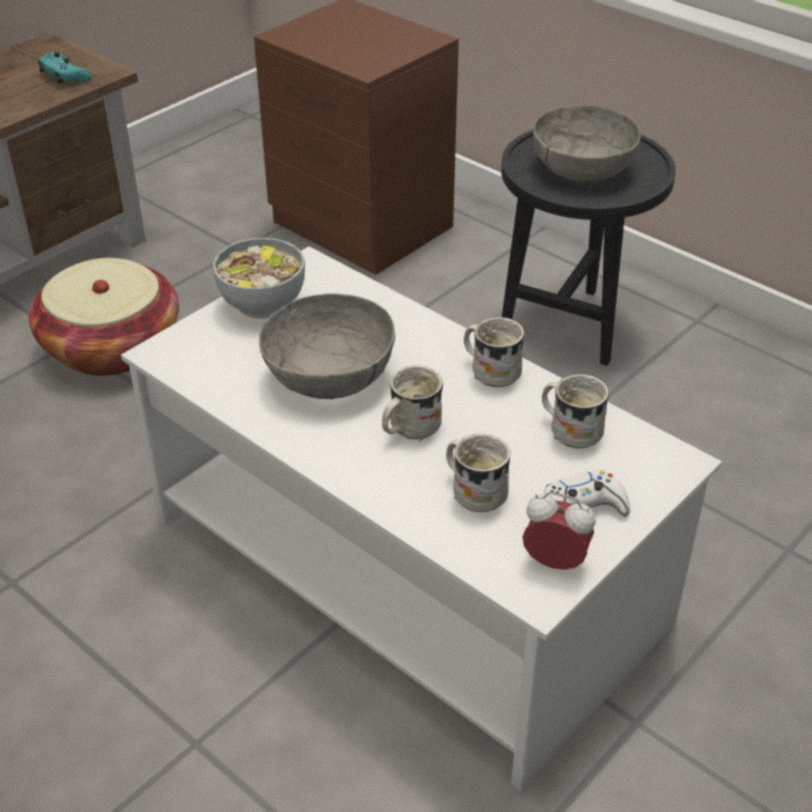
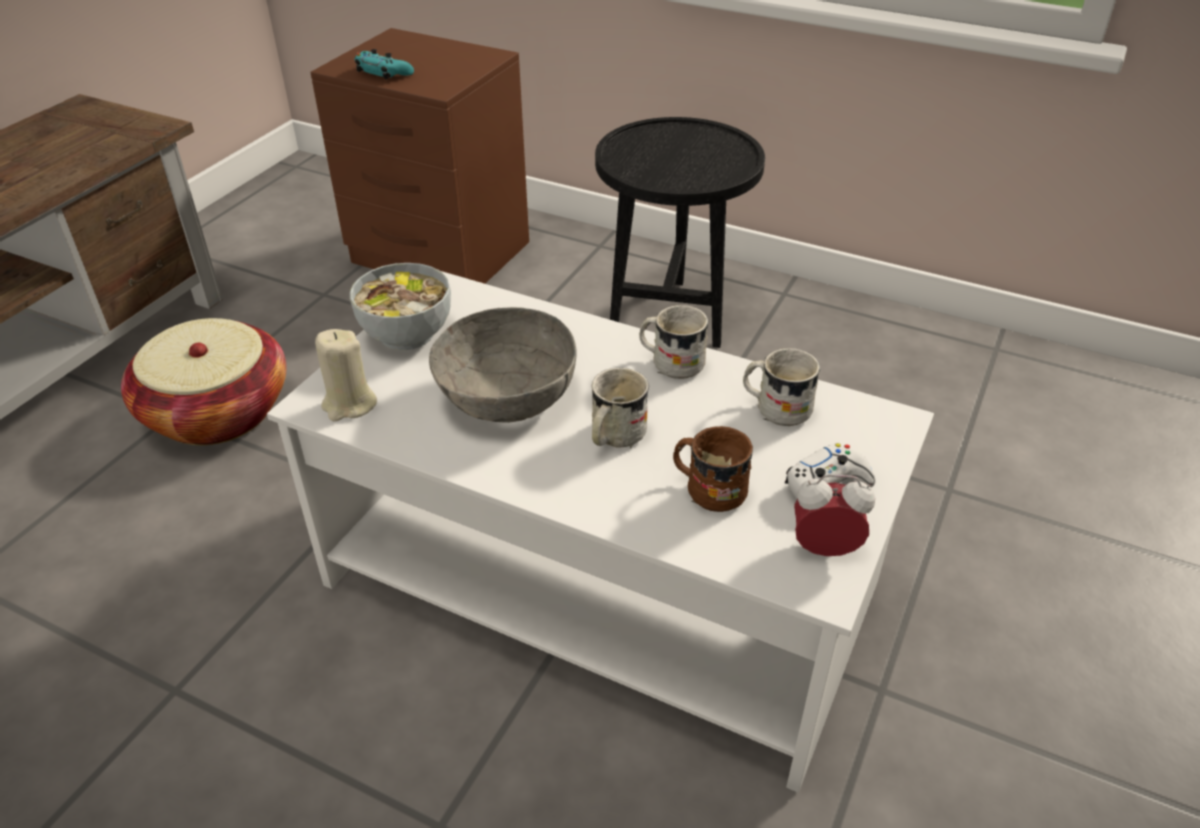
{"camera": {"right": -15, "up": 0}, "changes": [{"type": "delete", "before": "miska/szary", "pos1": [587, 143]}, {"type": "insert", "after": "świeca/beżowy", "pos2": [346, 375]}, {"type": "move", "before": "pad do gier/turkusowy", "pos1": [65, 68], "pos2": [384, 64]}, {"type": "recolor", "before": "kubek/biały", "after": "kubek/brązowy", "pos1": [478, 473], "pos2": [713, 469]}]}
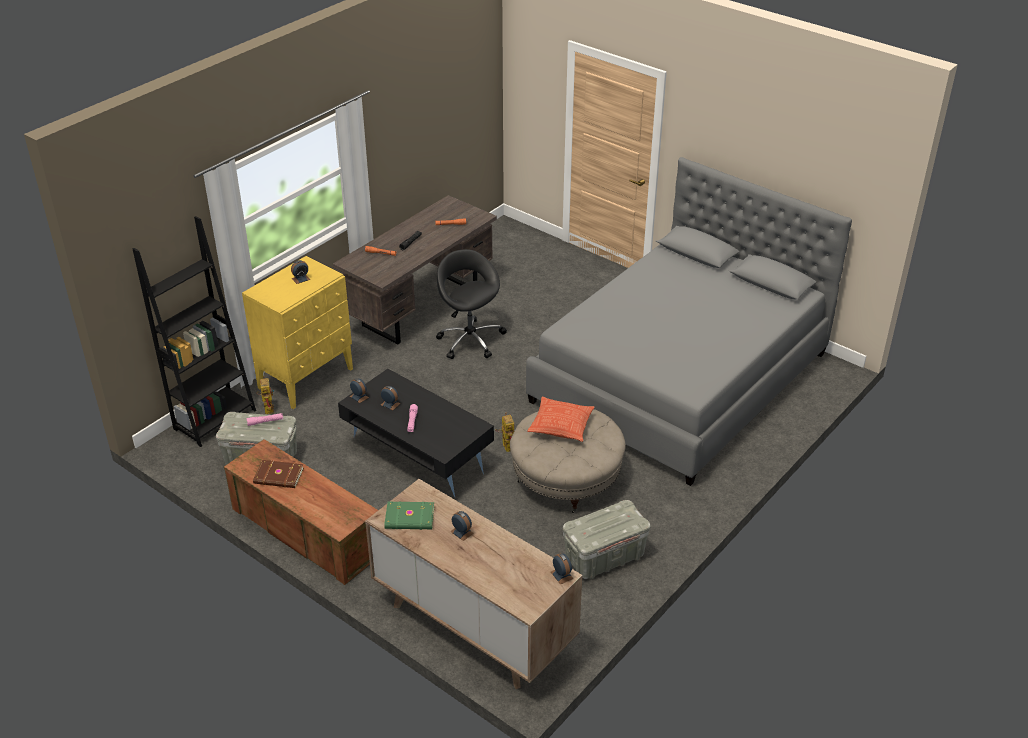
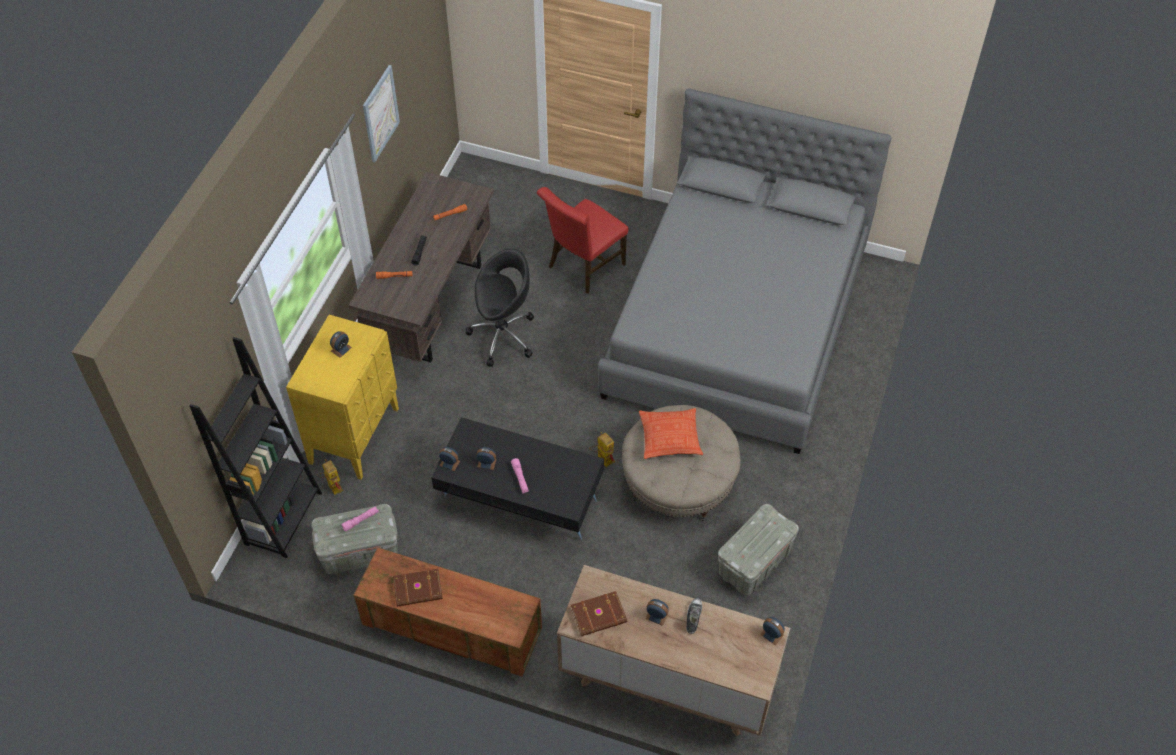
{"camera": {"right": -20, "up": 15}, "changes": [{"type": "insert", "after": "obraz", "pos2": [381, 113]}, {"type": "insert", "after": "krzesło/czerwony", "pos2": [583, 240]}, {"type": "insert", "after": "but", "pos2": [694, 616]}, {"type": "recolor", "before": "książka/zielony", "after": "książka/brązowy", "pos1": [409, 515], "pos2": [599, 613]}, {"type": "rotate", "before": "krzesło biurowe/czarny", "pos1": [471, 304], "pos2": [500, 308], "turn": 150}]}
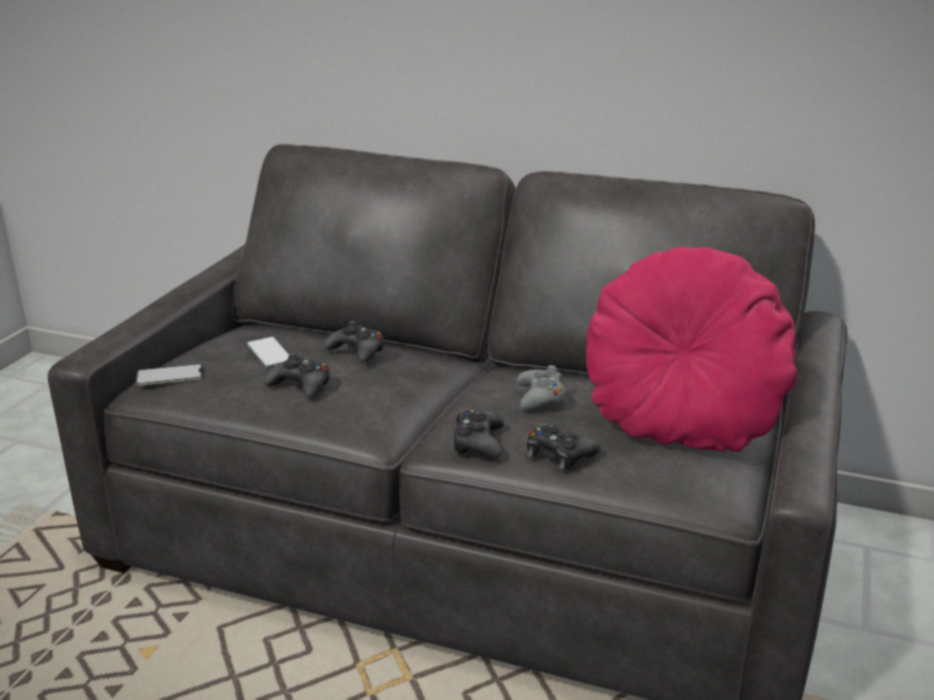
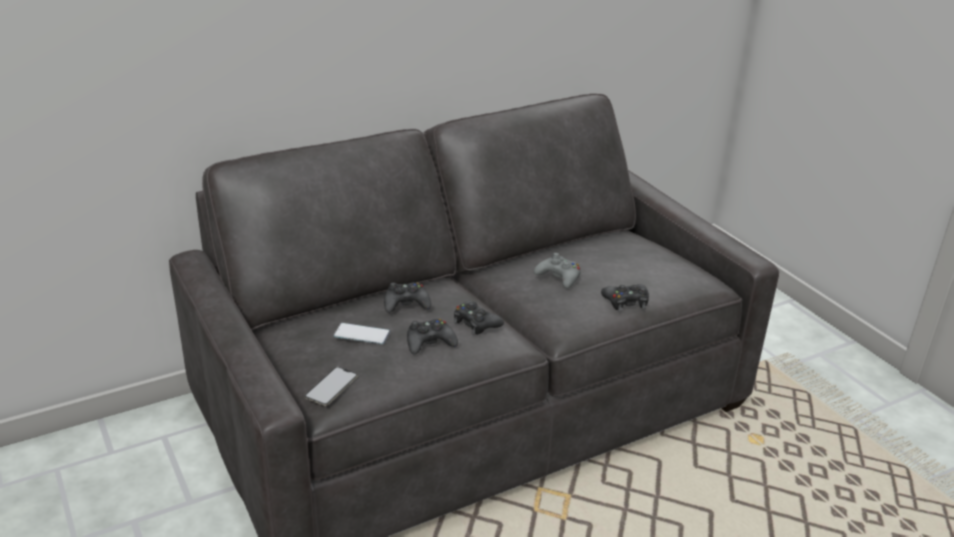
{"camera": {"right": -50, "up": 5}, "changes": [{"type": "delete", "before": "poduszka/różowy", "pos1": [691, 349]}, {"type": "move", "before": "pad do gier/czarny", "pos1": [478, 434], "pos2": [479, 317]}]}
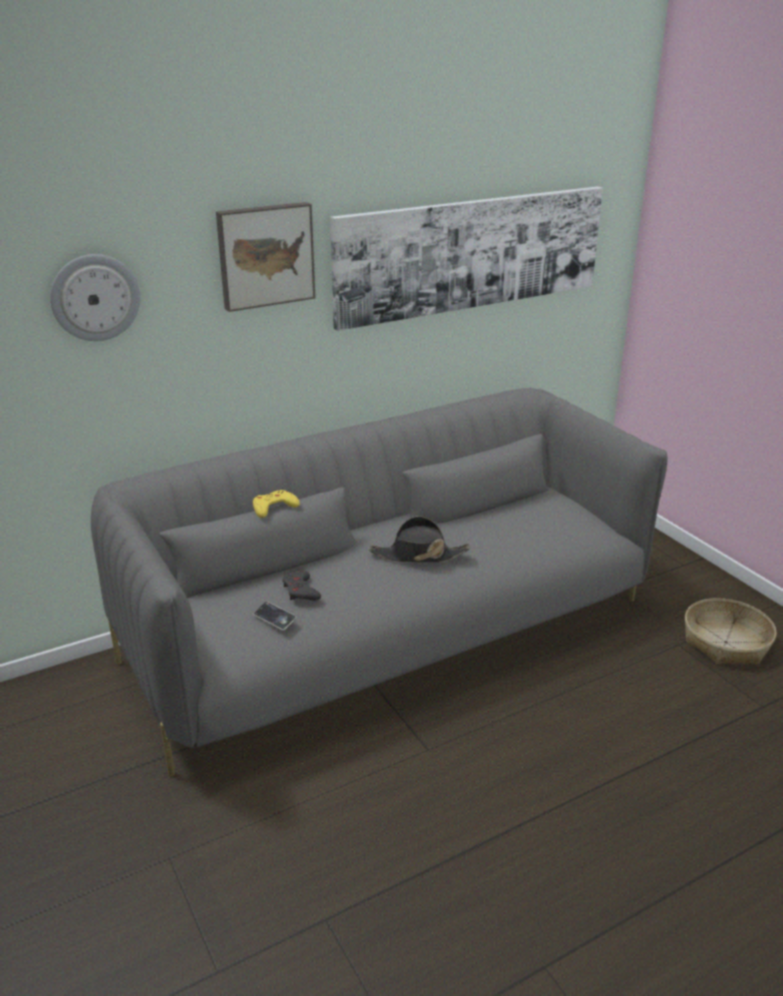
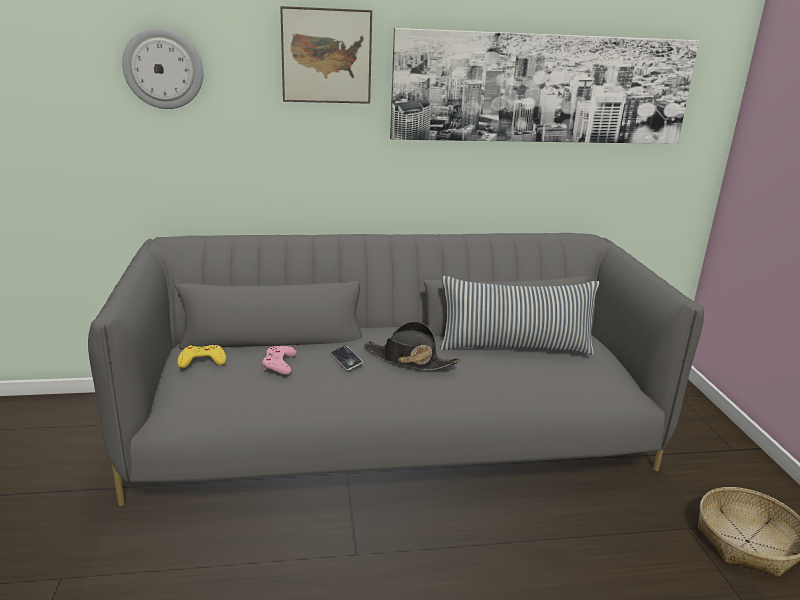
{"camera": {"right": 20, "up": -5}, "changes": [{"type": "insert", "after": "poduszka", "pos2": [519, 315]}, {"type": "move", "before": "pad do gier/żółty", "pos1": [276, 504], "pos2": [201, 356]}, {"type": "move", "before": "telefon", "pos1": [275, 616], "pos2": [346, 358]}, {"type": "recolor", "before": "pad do gier/szary", "after": "pad do gier/różowy", "pos1": [302, 585], "pos2": [279, 360]}]}
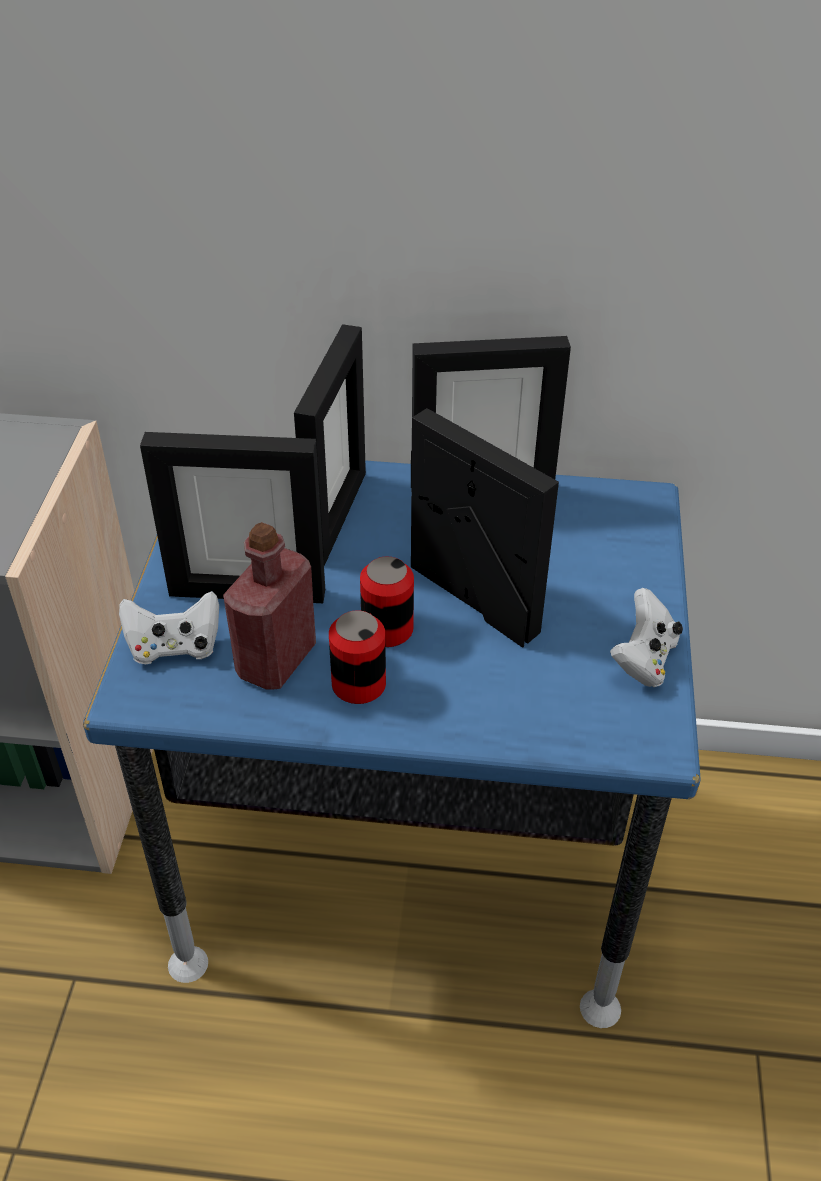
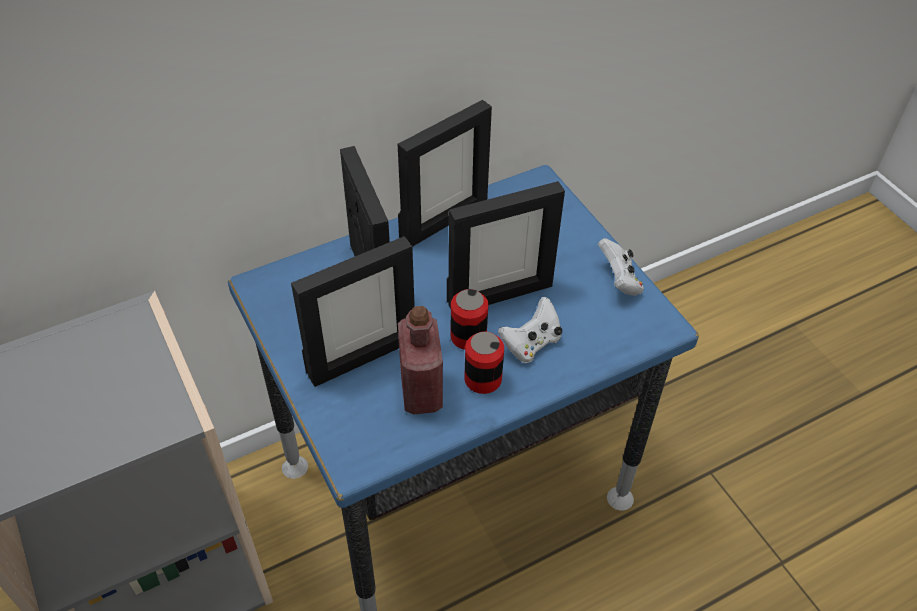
{"camera": {"right": -35, "up": 5}, "changes": [{"type": "move", "before": "pad do gier/biały", "pos1": [169, 627], "pos2": [530, 330]}, {"type": "rotate", "before": "ramka na zdjęcie", "pos1": [485, 528], "pos2": [506, 245], "turn": 150}]}
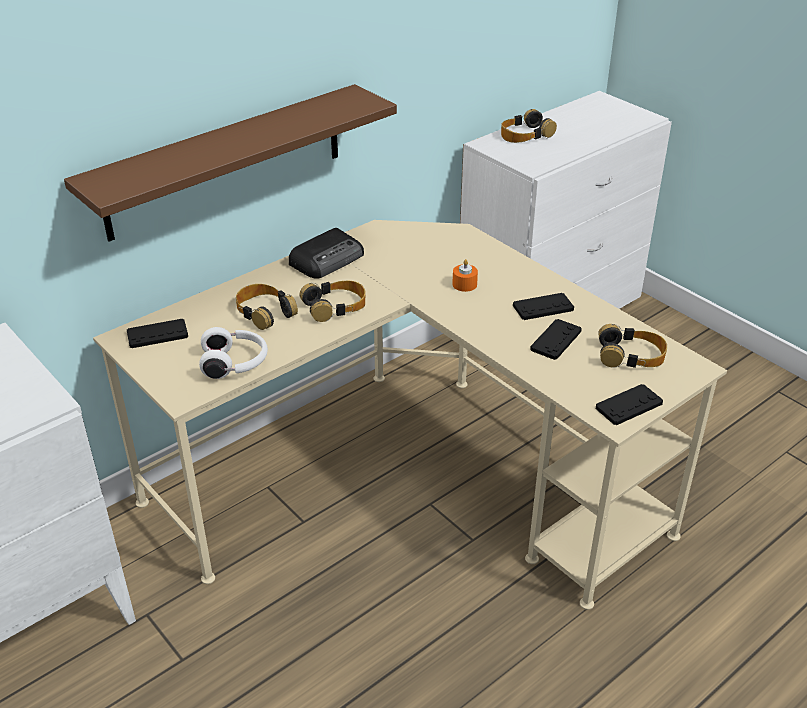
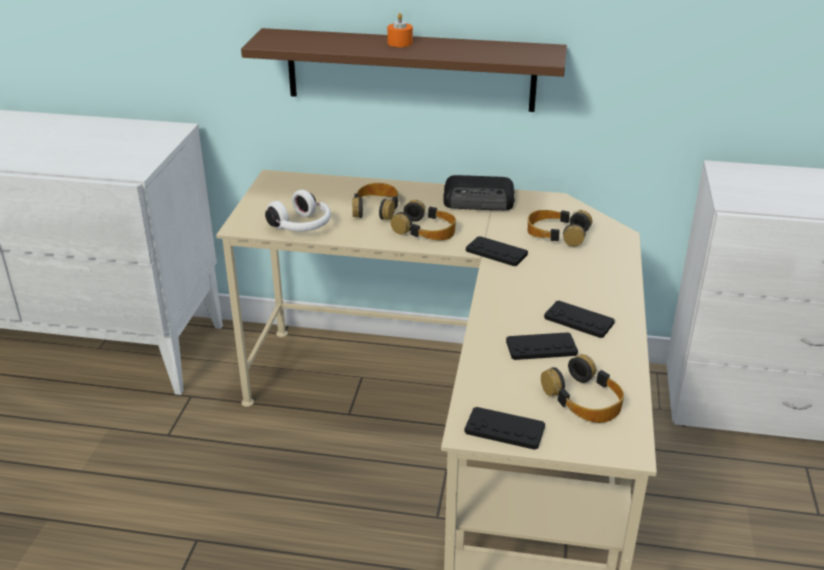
{"camera": {"right": 50, "up": -5}, "changes": [{"type": "move", "before": "pad do gier/czarny", "pos1": [157, 333], "pos2": [497, 251]}, {"type": "move", "before": "świeca/pomarańczowy", "pos1": [465, 275], "pos2": [400, 30]}, {"type": "move", "before": "słuchawki", "pos1": [529, 126], "pos2": [560, 228]}]}
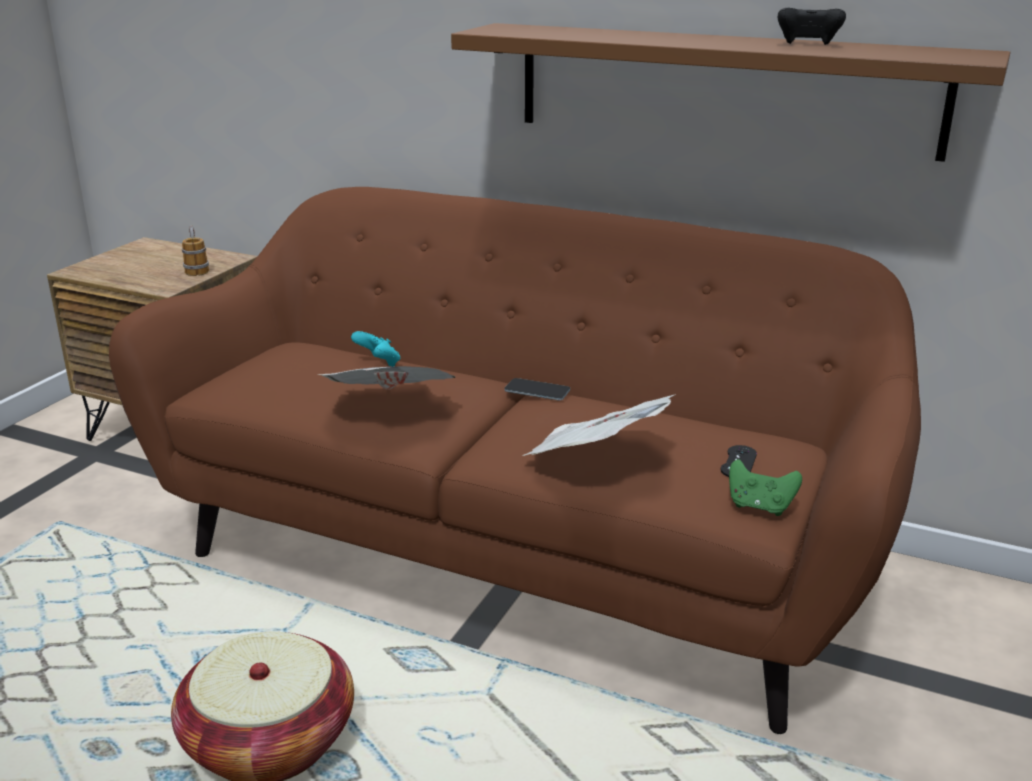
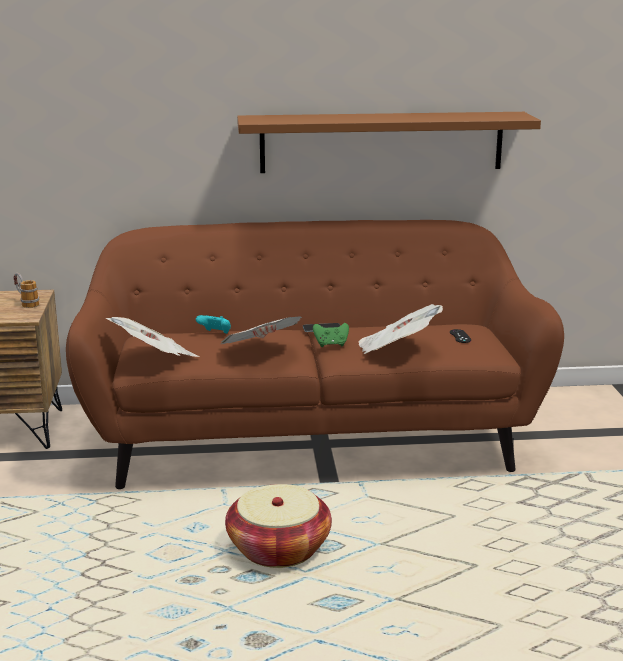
{"camera": {"right": -30, "up": -5}, "changes": [{"type": "delete", "before": "pad do gier/czarny", "pos1": [811, 26]}, {"type": "insert", "after": "gazeta", "pos2": [152, 337]}, {"type": "move", "before": "pad do gier/zielony", "pos1": [765, 487], "pos2": [331, 335]}]}
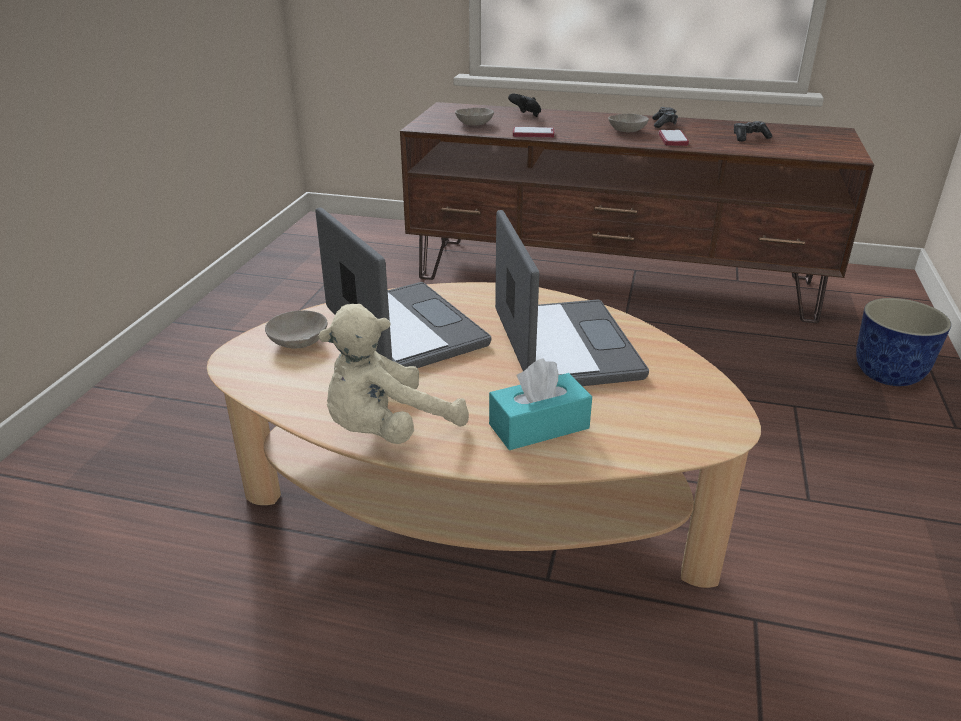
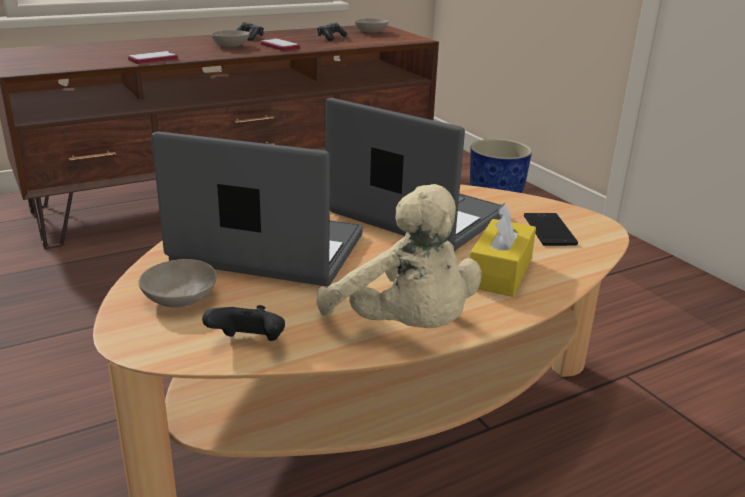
{"camera": {"right": -45, "up": -5}, "changes": [{"type": "insert", "after": "telefon", "pos2": [551, 229]}, {"type": "move", "before": "miska/beżowy", "pos1": [474, 117], "pos2": [371, 25]}, {"type": "move", "before": "pad do gier/czarny", "pos1": [524, 105], "pos2": [243, 323]}, {"type": "recolor", "before": "pudełko chusteczek/turkusowy", "after": "pudełko chusteczek/żółty", "pos1": [540, 404], "pos2": [503, 250]}, {"type": "rotate", "before": "pluszak/beżowy", "pos1": [393, 374], "pos2": [399, 256], "turn": -45}]}
